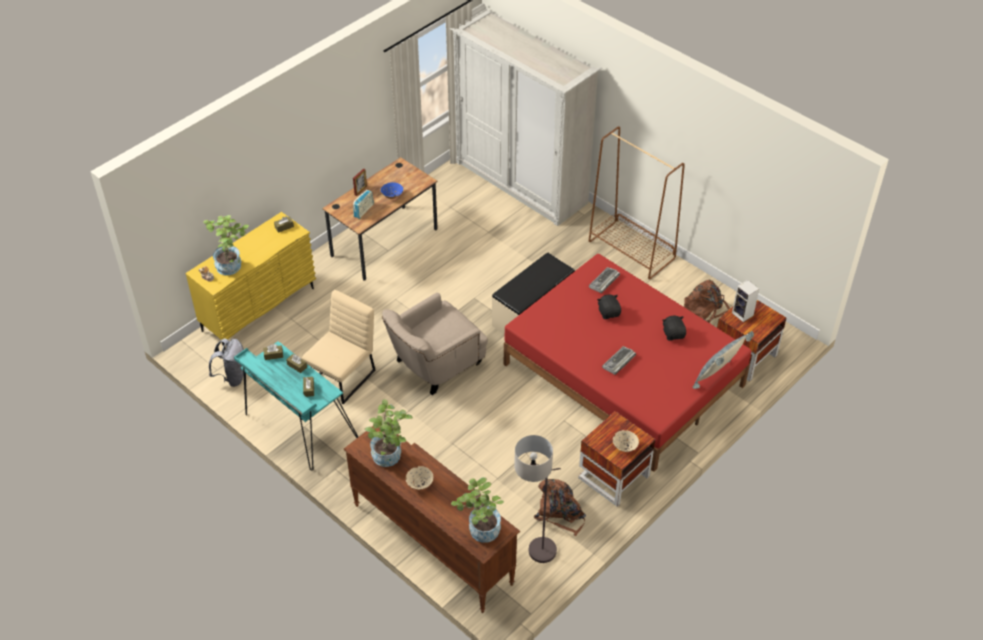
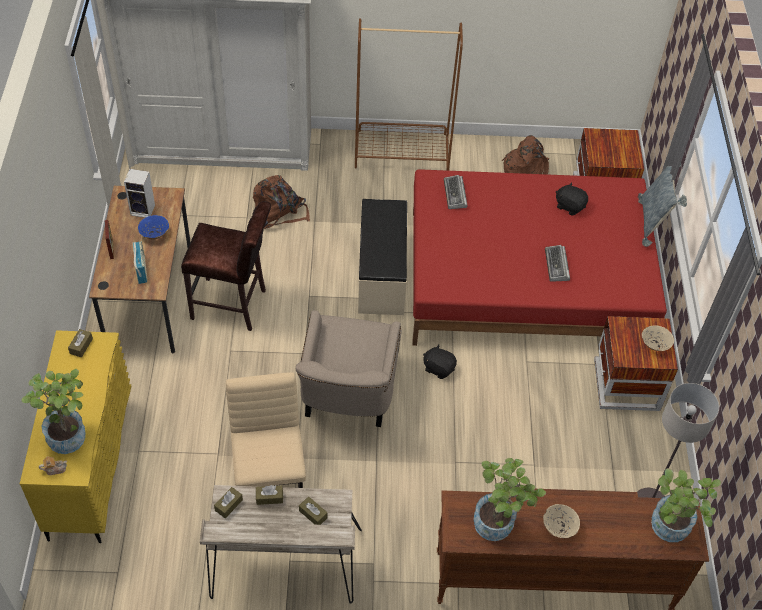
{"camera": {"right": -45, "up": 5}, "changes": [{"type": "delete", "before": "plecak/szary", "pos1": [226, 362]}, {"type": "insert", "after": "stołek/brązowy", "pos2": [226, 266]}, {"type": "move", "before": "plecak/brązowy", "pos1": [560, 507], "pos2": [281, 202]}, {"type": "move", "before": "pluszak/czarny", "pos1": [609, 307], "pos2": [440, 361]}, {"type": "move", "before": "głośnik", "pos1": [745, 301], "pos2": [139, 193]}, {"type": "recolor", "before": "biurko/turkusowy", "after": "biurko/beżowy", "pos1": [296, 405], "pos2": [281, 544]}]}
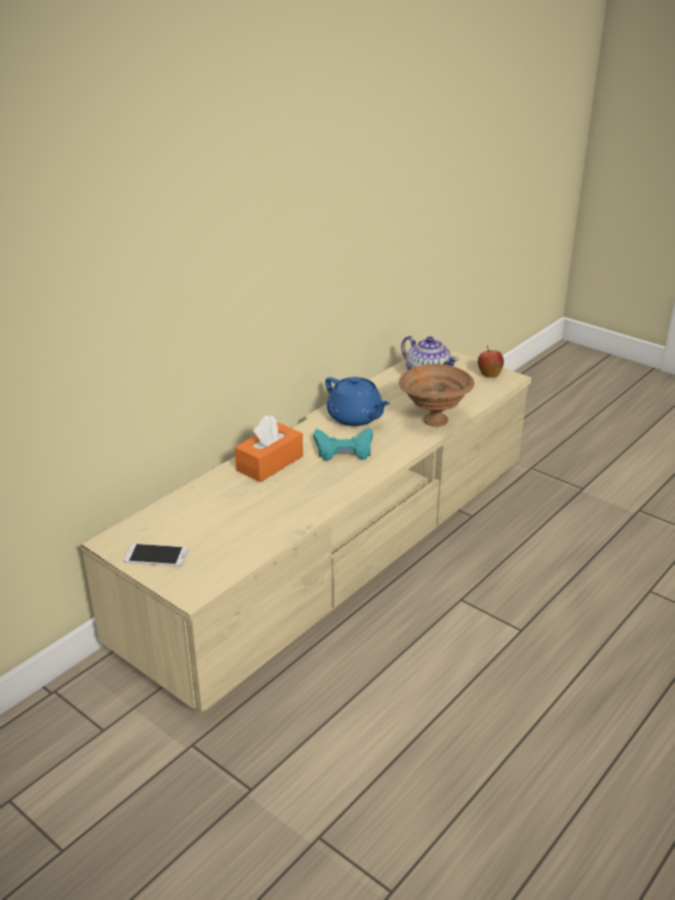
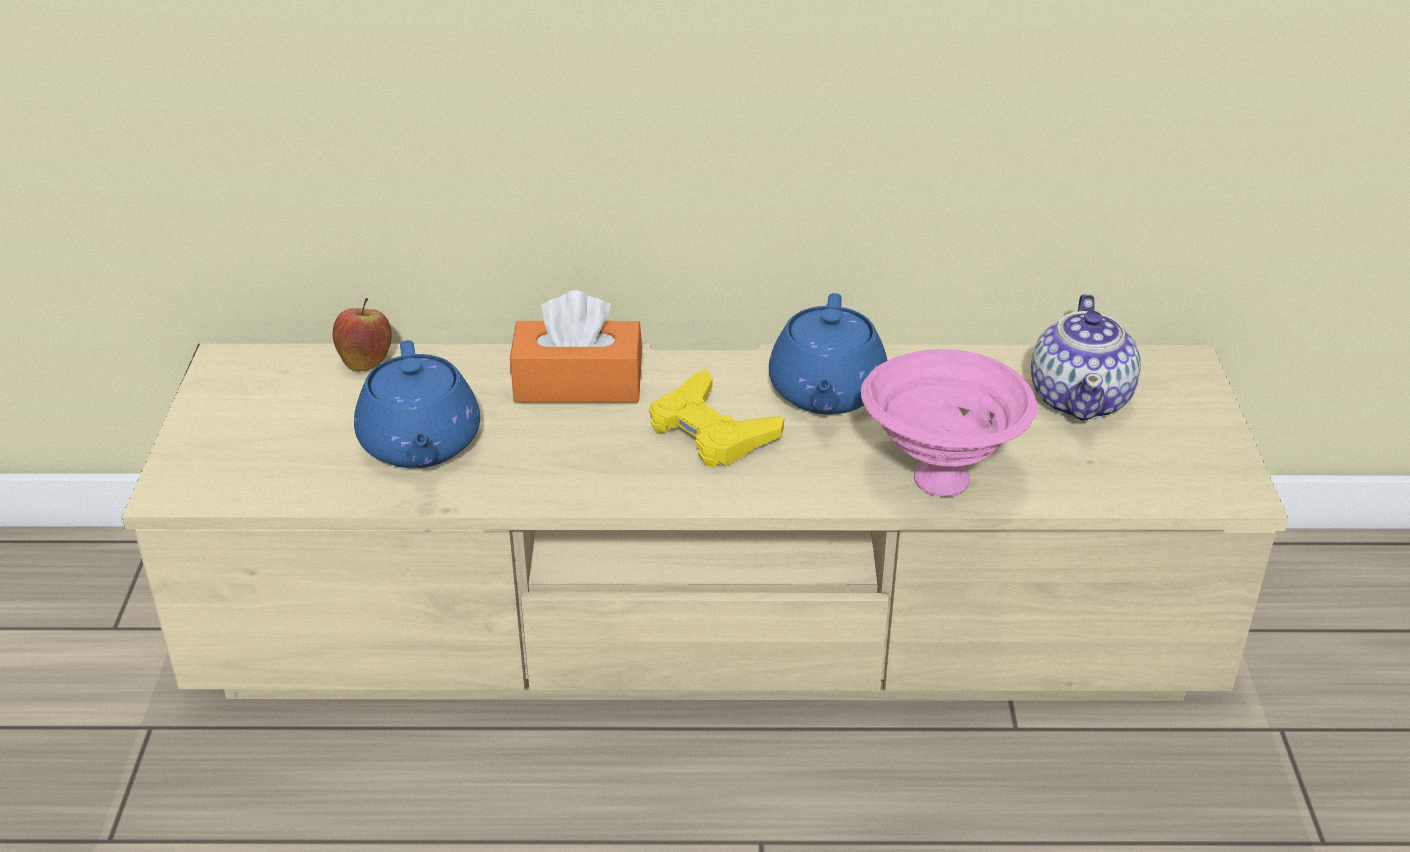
{"camera": {"right": 50, "up": 5}, "changes": [{"type": "delete", "before": "telefon", "pos1": [155, 555]}, {"type": "insert", "after": "imbryk/niebieski", "pos2": [417, 404]}, {"type": "move", "before": "jabłko", "pos1": [491, 361], "pos2": [362, 335]}, {"type": "recolor", "before": "pad do gier/turkusowy", "after": "pad do gier/żółty", "pos1": [343, 444], "pos2": [716, 418]}, {"type": "recolor", "before": "miska/brązowy", "after": "miska/różowy", "pos1": [437, 395], "pos2": [949, 423]}]}
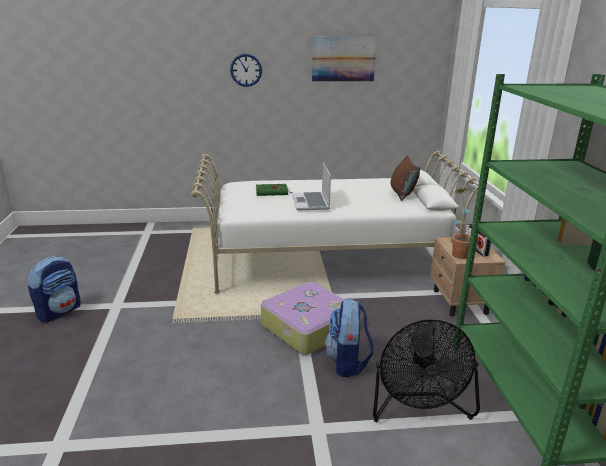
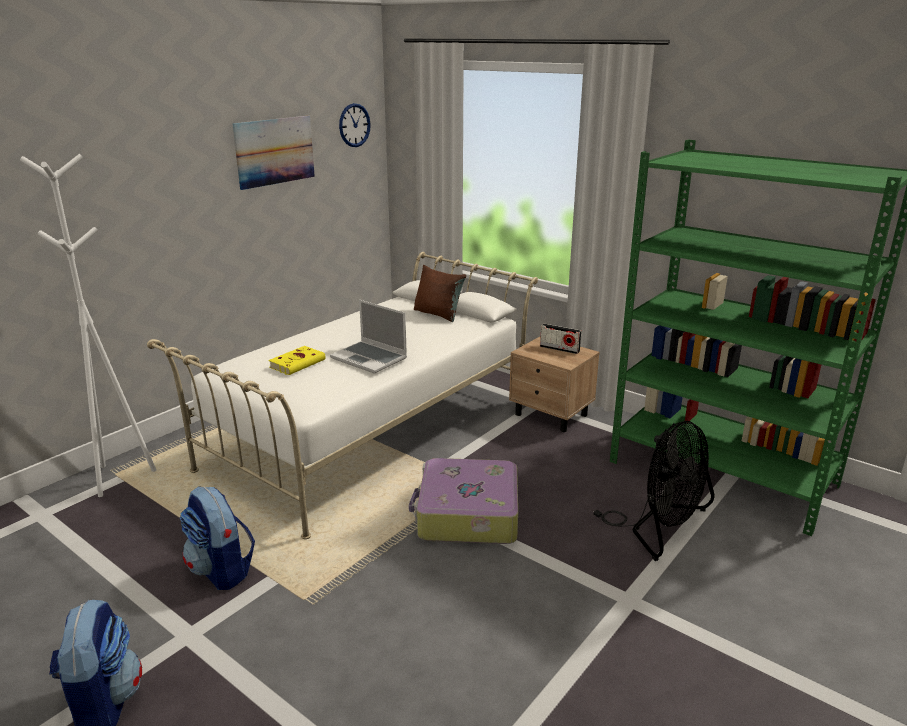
{"camera": {"right": -45, "up": 0}, "changes": [{"type": "delete", "before": "roślina doniczkowa", "pos1": [461, 223]}, {"type": "insert", "after": "wieszak/biały", "pos2": [88, 325]}, {"type": "move", "before": "zegar ścienny", "pos1": [246, 70], "pos2": [355, 125]}, {"type": "move", "before": "plecak", "pos1": [349, 337], "pos2": [217, 538]}, {"type": "recolor", "before": "książka/zielony", "after": "książka/żółty", "pos1": [274, 190], "pos2": [297, 360]}]}
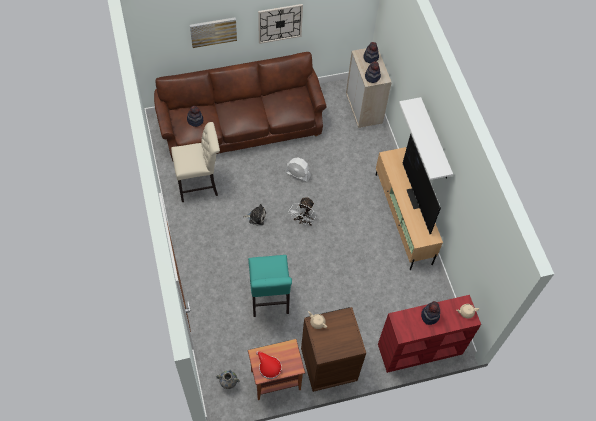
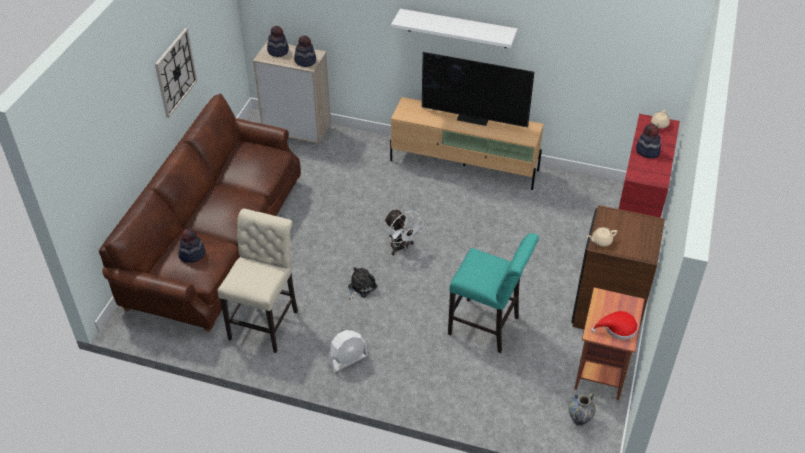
{"camera": {"right": -55, "up": -15}, "changes": [{"type": "delete", "before": "obraz", "pos1": [213, 32]}, {"type": "move", "before": "wentylator/biały", "pos1": [298, 169], "pos2": [347, 351]}]}
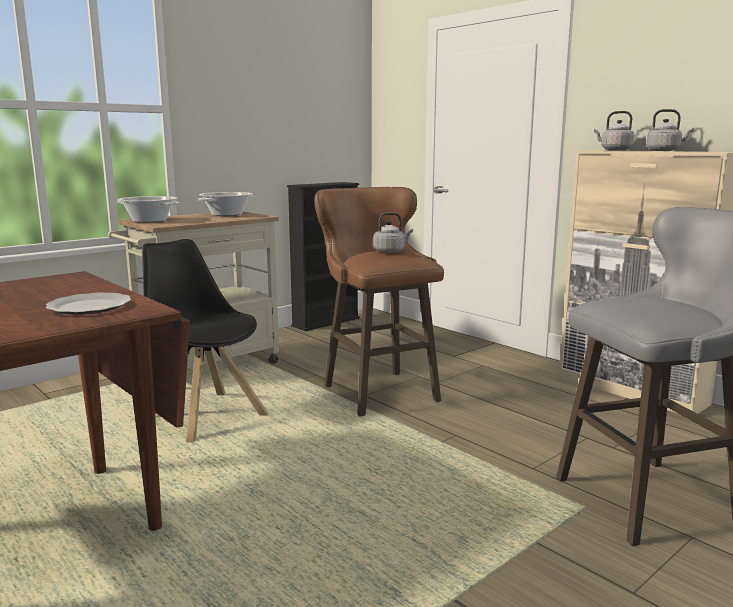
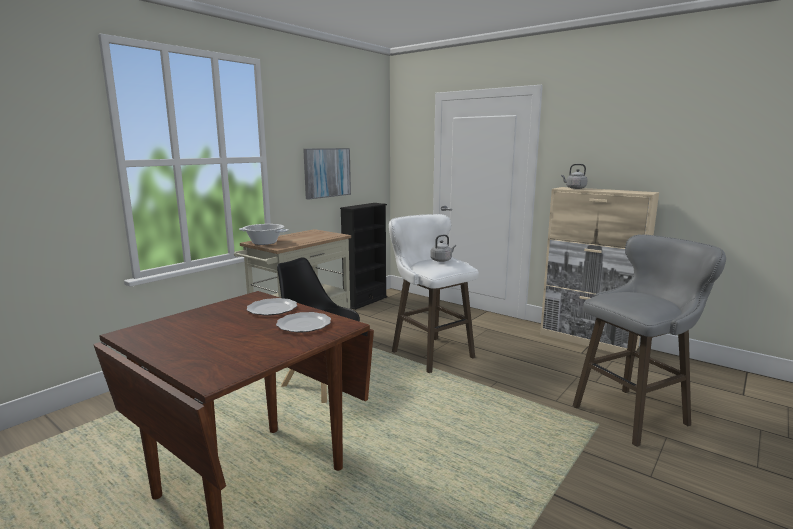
{"camera": {"right": -10, "up": 0}, "changes": [{"type": "delete", "before": "garnek", "pos1": [225, 204]}, {"type": "delete", "before": "czajnik/szary", "pos1": [670, 130]}, {"type": "insert", "after": "talerz", "pos2": [272, 307]}, {"type": "insert", "after": "obraz", "pos2": [327, 174]}, {"type": "recolor", "before": "stołek/brązowy", "after": "stołek/biały", "pos1": [379, 301], "pos2": [434, 293]}]}
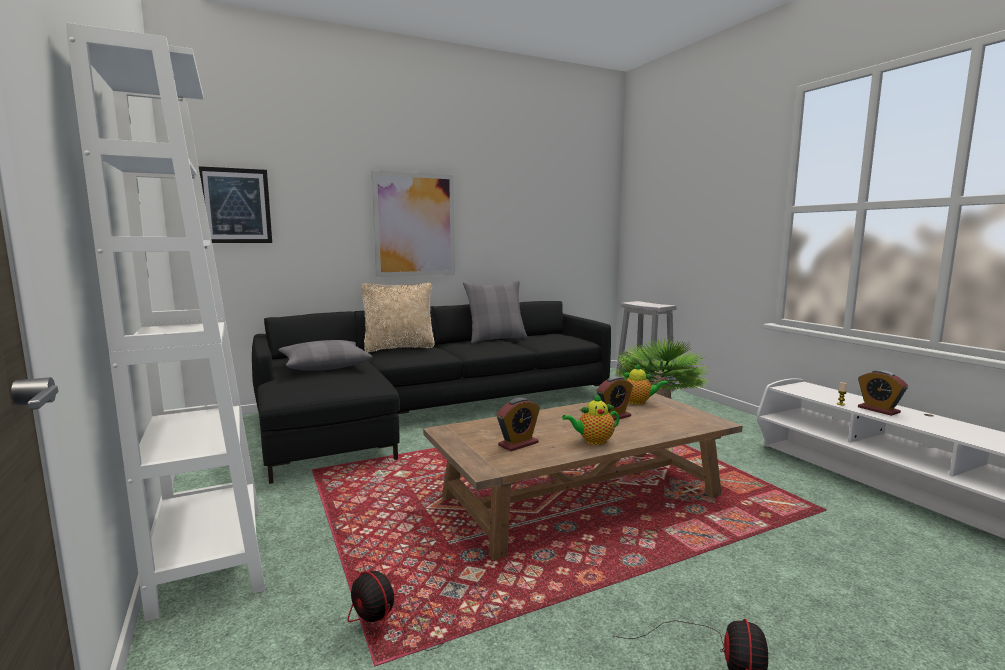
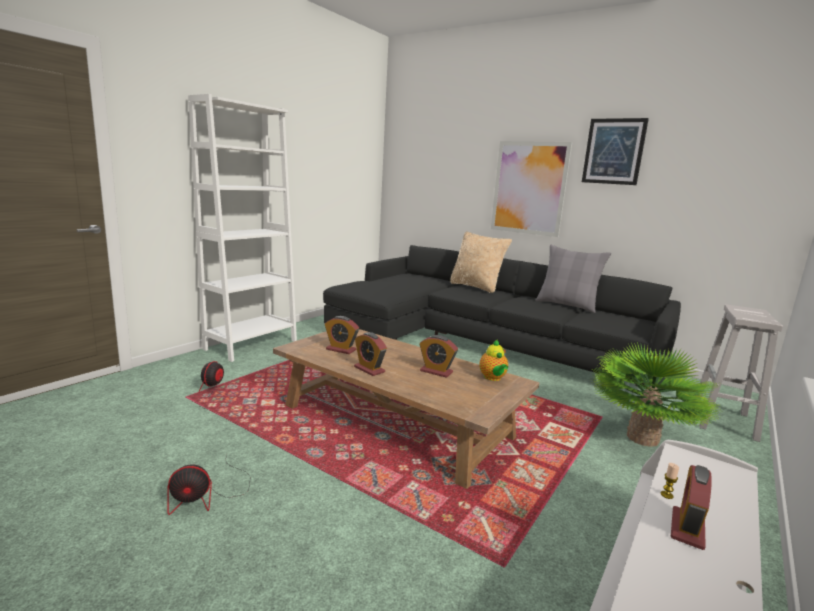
{"camera": {"right": 60, "up": 5}, "changes": [{"type": "delete", "before": "poduszka/szary", "pos1": [326, 355]}, {"type": "move", "before": "obraz", "pos1": [235, 204], "pos2": [615, 151]}, {"type": "replace", "before": "imbryk", "after": "budzik", "pos1": [590, 419], "pos2": [370, 354]}]}
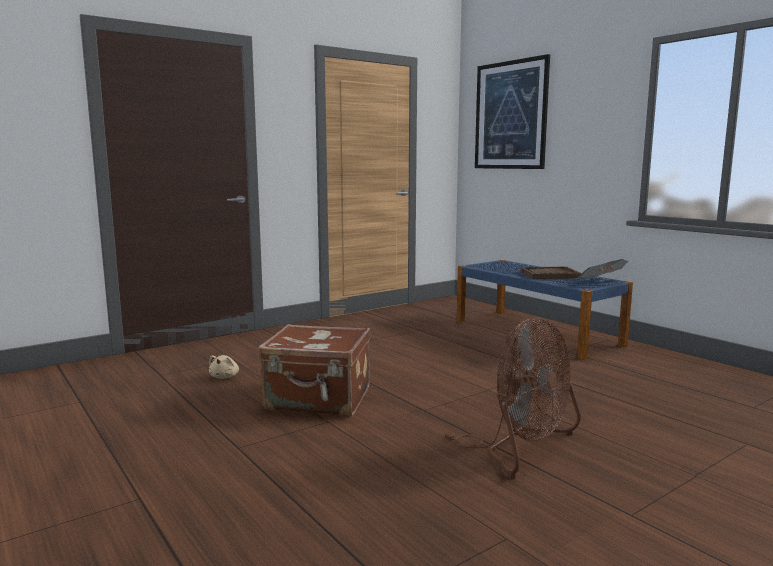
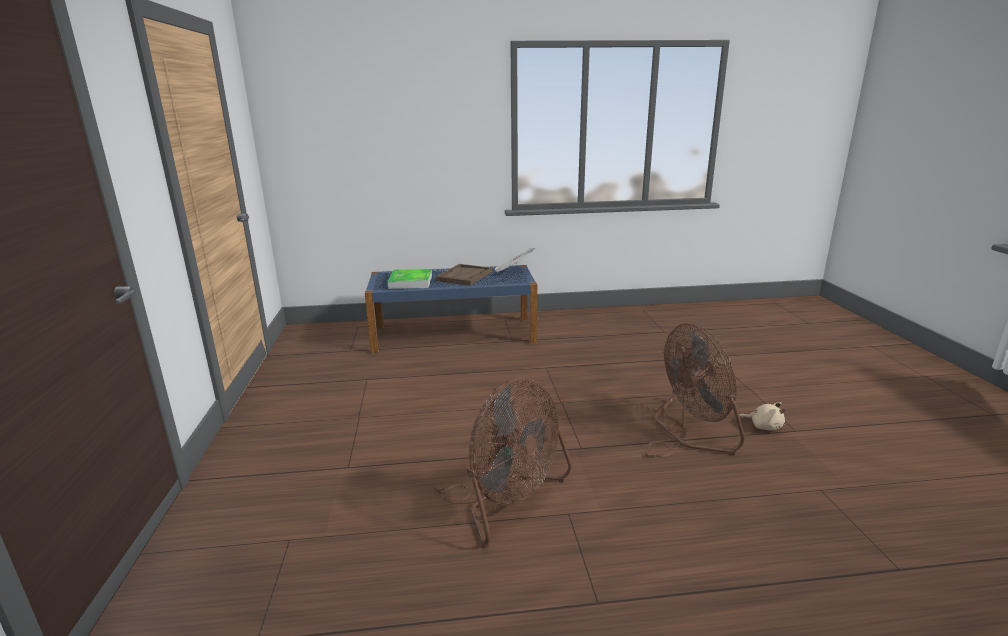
{"camera": {"right": -60, "up": 10}, "changes": [{"type": "delete", "before": "obraz", "pos1": [512, 111]}, {"type": "insert", "after": "taca", "pos2": [409, 279]}, {"type": "move", "before": "pluszak/beżowy", "pos1": [224, 367], "pos2": [762, 416]}, {"type": "replace", "before": "walizka/brązowy", "after": "wentylator/brązowy", "pos1": [314, 370], "pos2": [503, 463]}]}
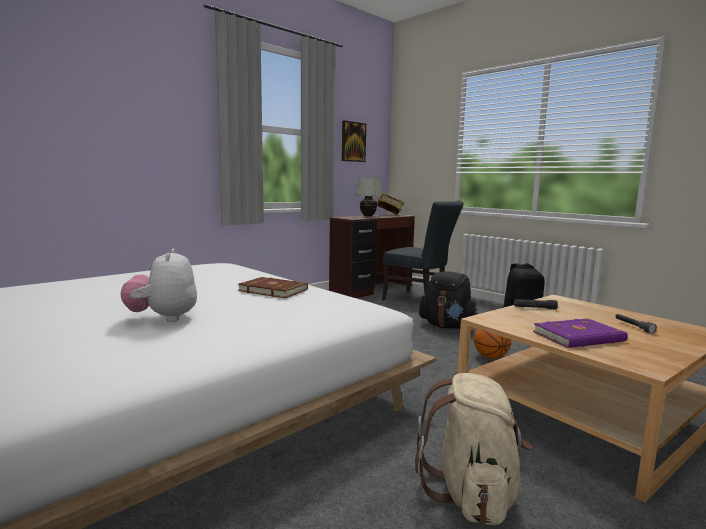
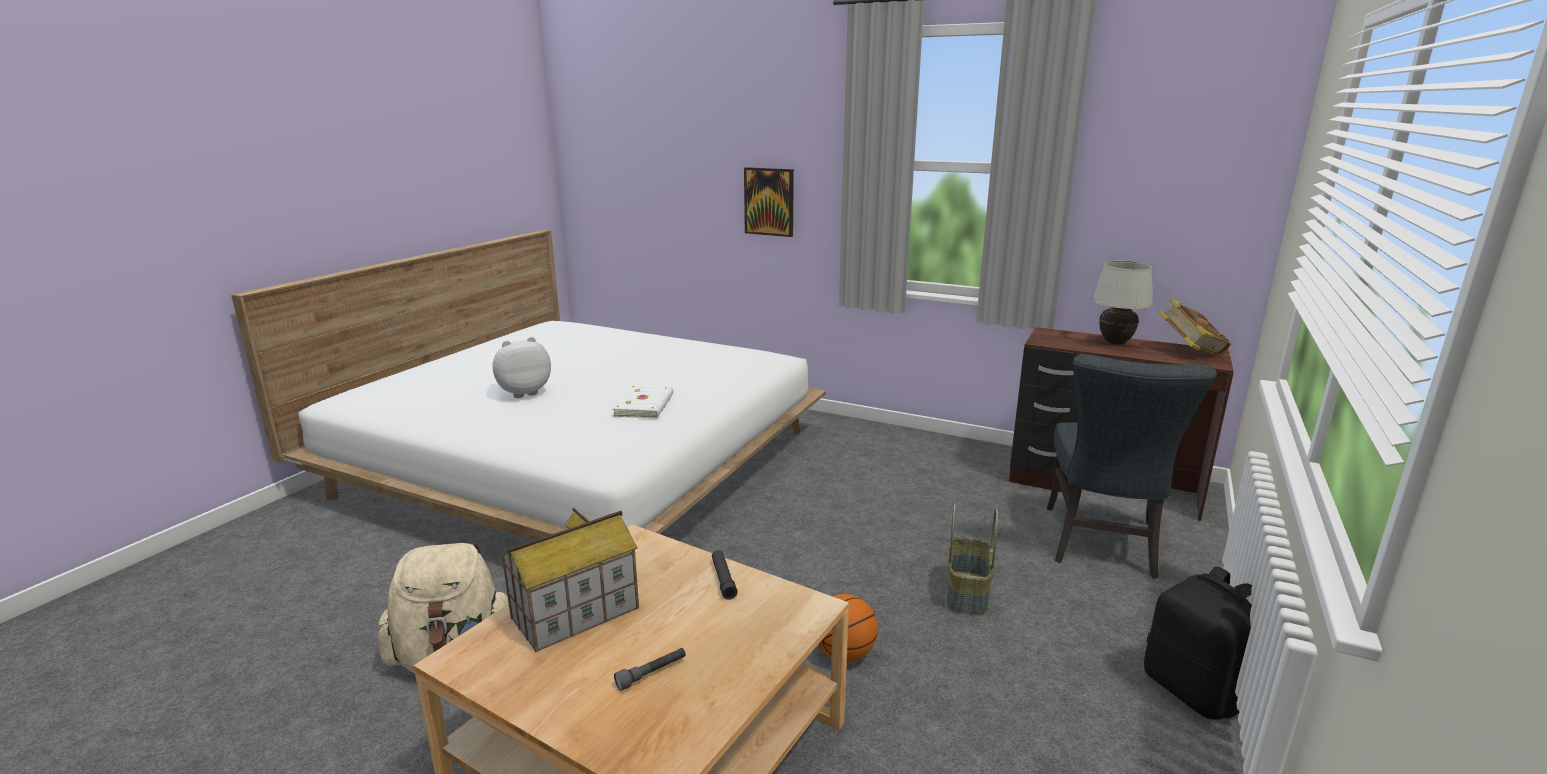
{"camera": {"right": 70, "up": 10}, "changes": [{"type": "move", "before": "obraz", "pos1": [354, 141], "pos2": [769, 202]}, {"type": "replace", "before": "plecak/czarny", "after": "koszyk", "pos1": [448, 300], "pos2": [972, 560]}, {"type": "replace", "before": "książka/fioletowy", "after": "domek", "pos1": [580, 333], "pos2": [569, 580]}, {"type": "recolor", "before": "książka/brązowy", "after": "książka/biały", "pos1": [273, 287], "pos2": [643, 402]}]}
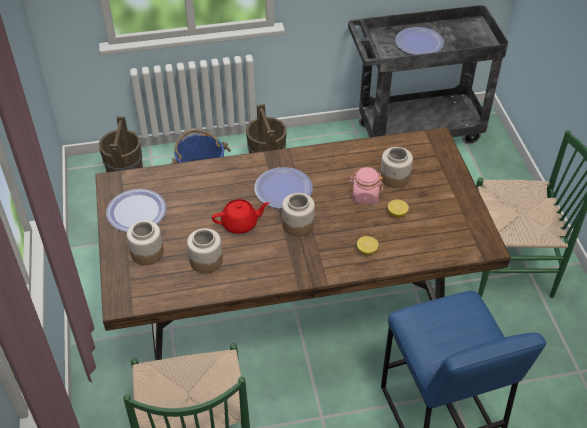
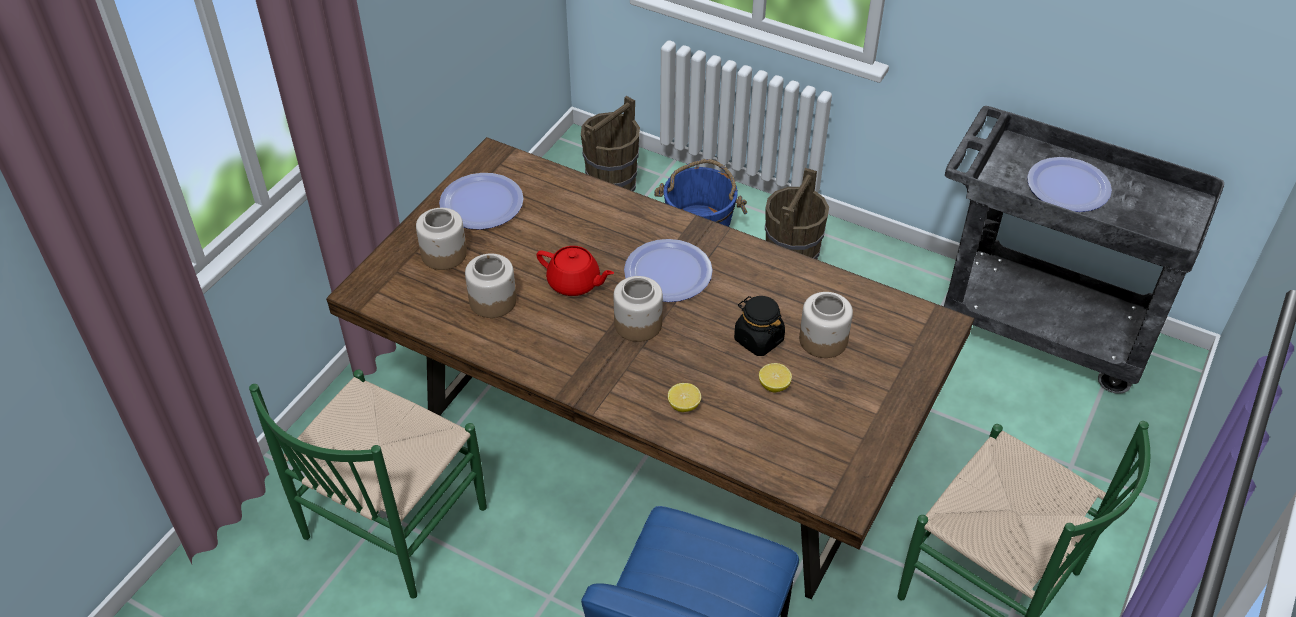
{"camera": {"right": 40, "up": 0}, "changes": [{"type": "recolor", "before": "słoik/różowy", "after": "słoik/czarny", "pos1": [366, 185], "pos2": [759, 326]}]}
